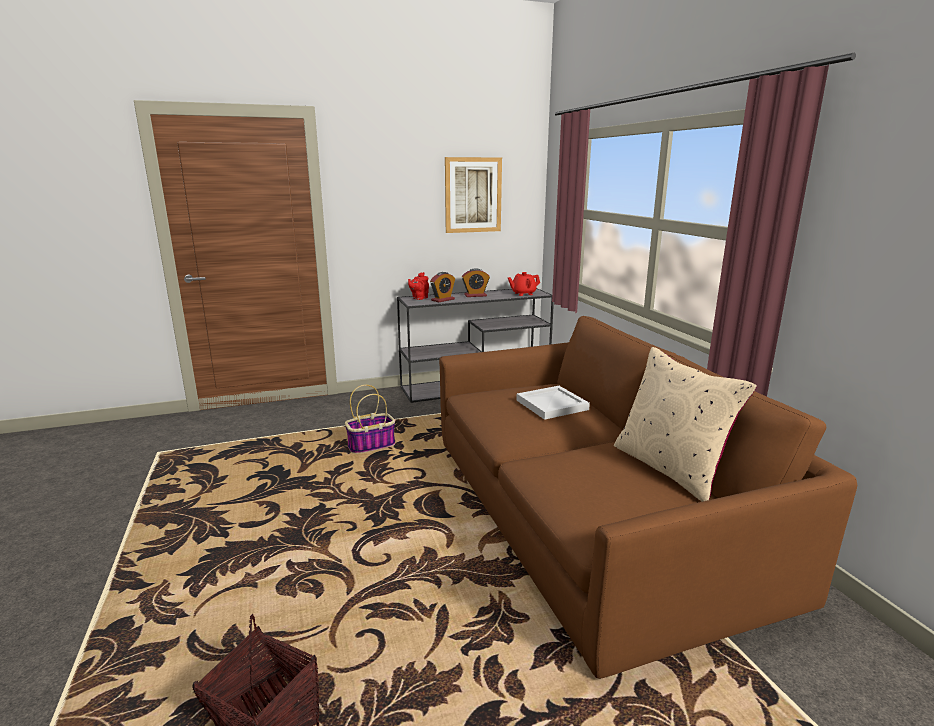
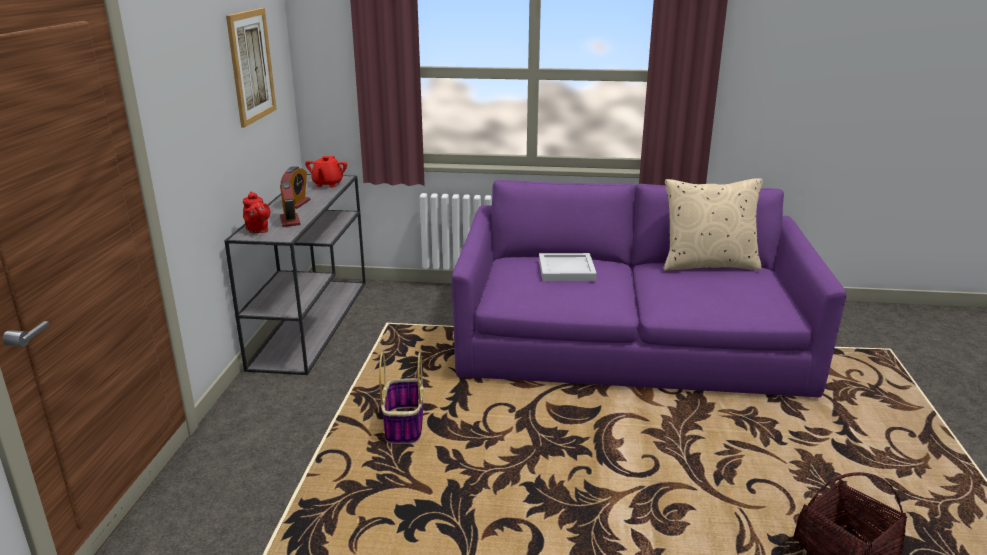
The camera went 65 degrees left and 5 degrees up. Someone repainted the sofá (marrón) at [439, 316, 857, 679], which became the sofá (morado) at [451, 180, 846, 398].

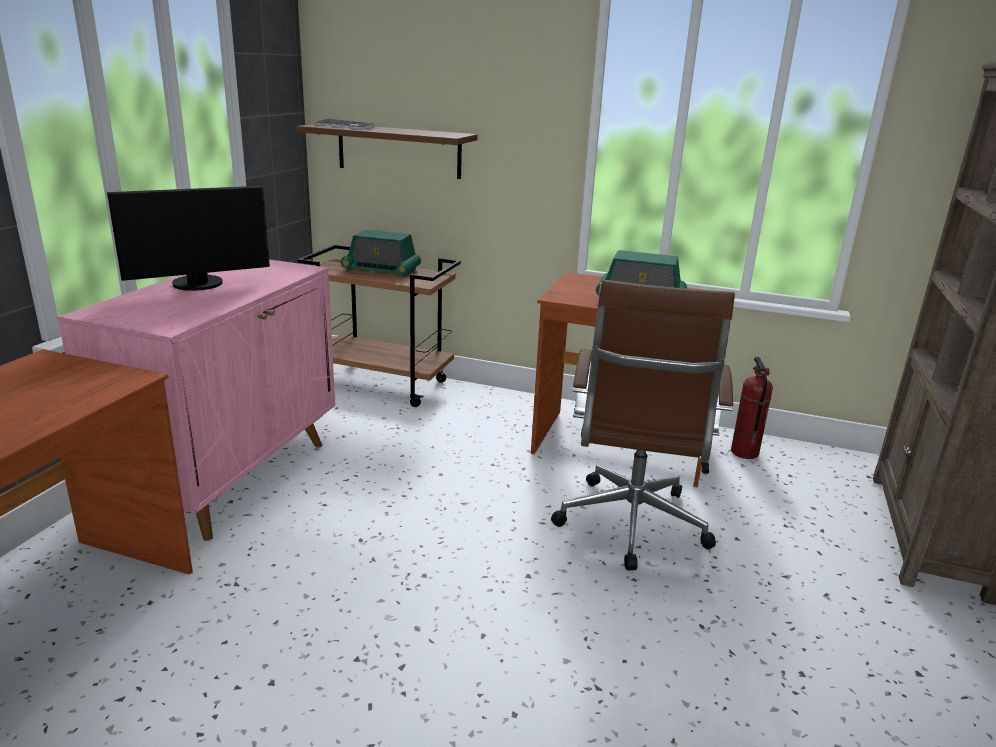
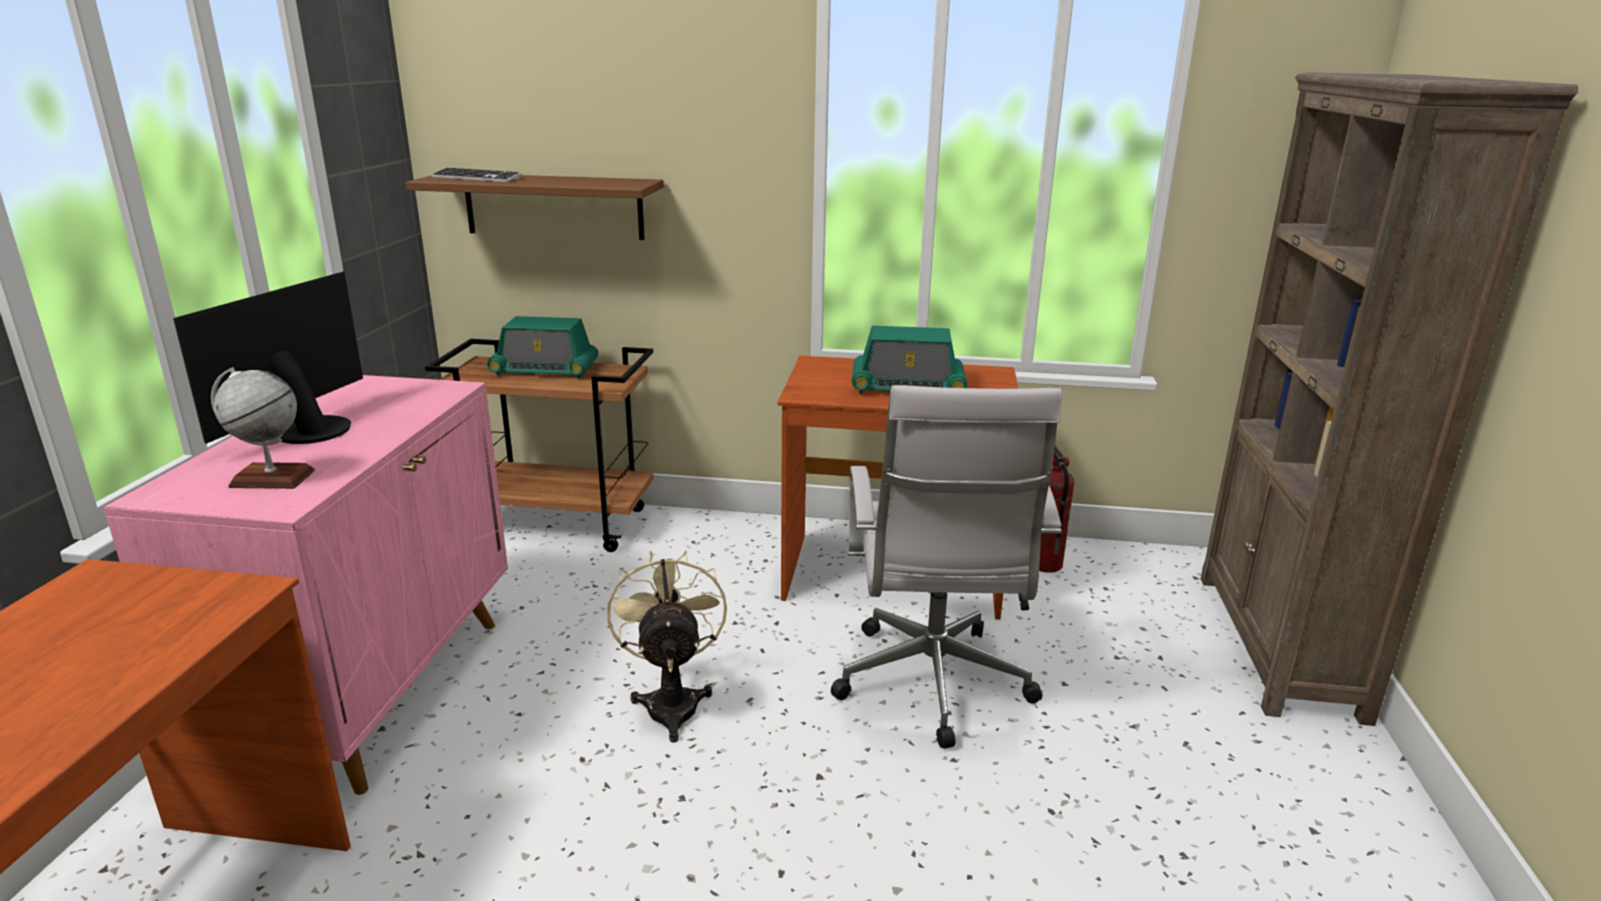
The camera went 10 degrees left and 0 degrees up. Someone rotated the monitor at [107, 186, 270, 291] by 150 degrees clockwise. Someone put down the globo terráqueo at [211, 367, 315, 489]. Someone put down the ventilador (beis) at [607, 551, 727, 743]. Someone repainted the silla de oficina (marrón) at [551, 280, 735, 570], which became the silla de oficina (blanco) at [831, 385, 1062, 749].

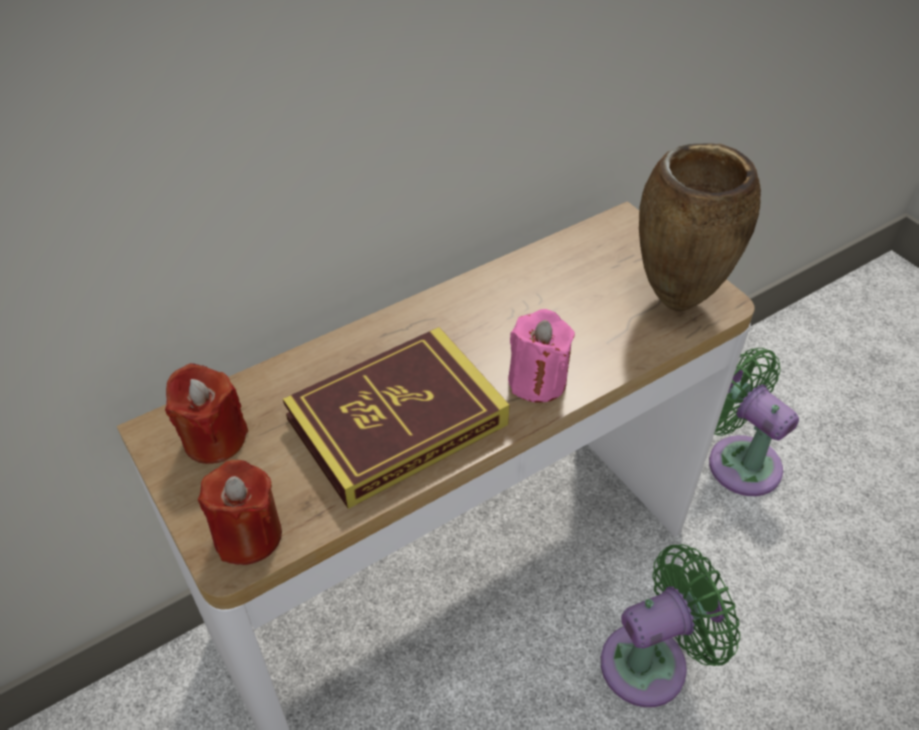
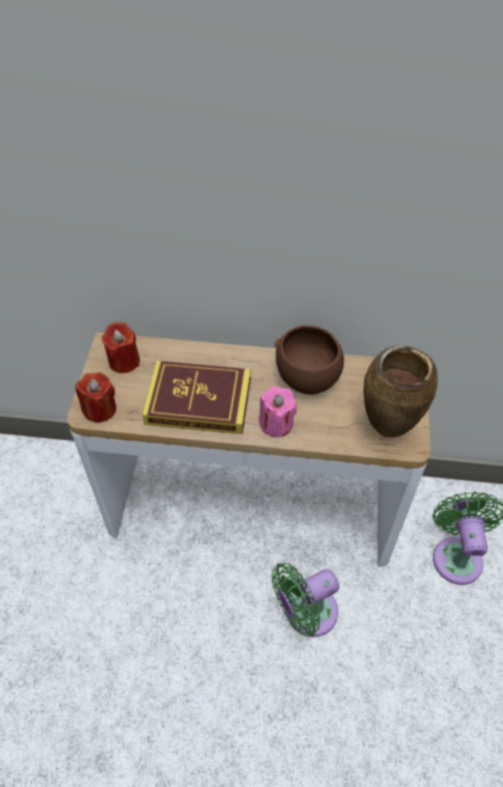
The camera went 40 degrees right and 5 degrees up. Someone rotated the ventilador (verde) at [601, 544, 740, 707] by 135 degrees clockwise. Someone put down the cuenco (marrón) at [275, 325, 344, 394].

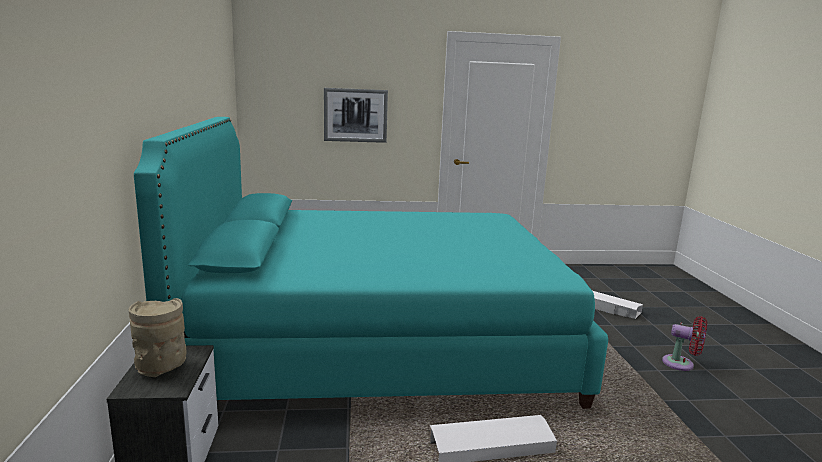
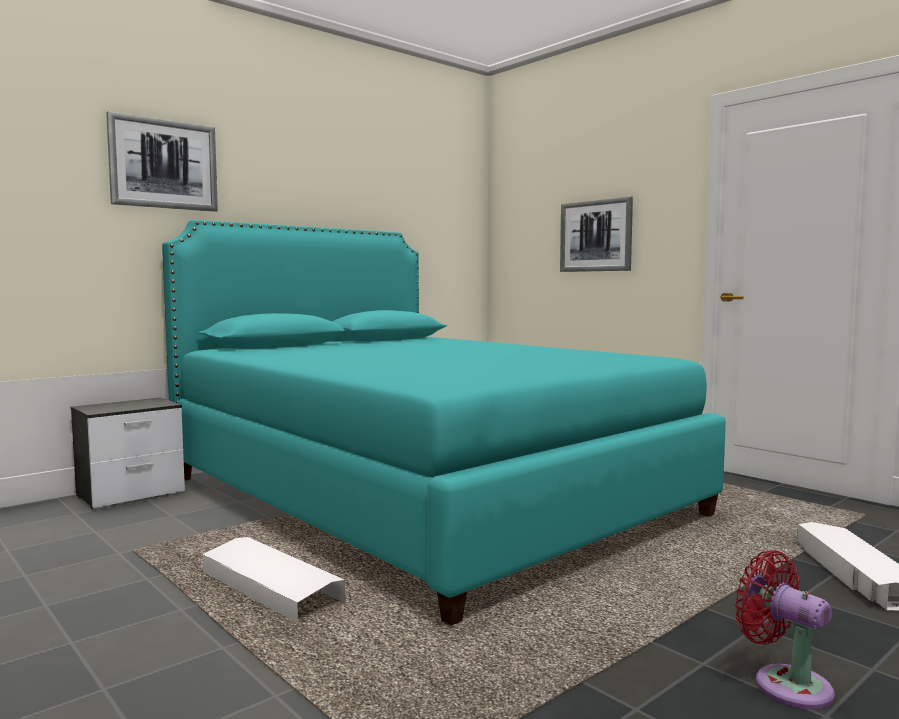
The camera went 55 degrees right and 10 degrees down. Someone put up the cuadro at [106, 111, 218, 212]. Someone rotated the ventilador (rojo) at [662, 316, 707, 371] by 150 degrees clockwise. Someone took away the florero (beis) at [129, 298, 187, 377].

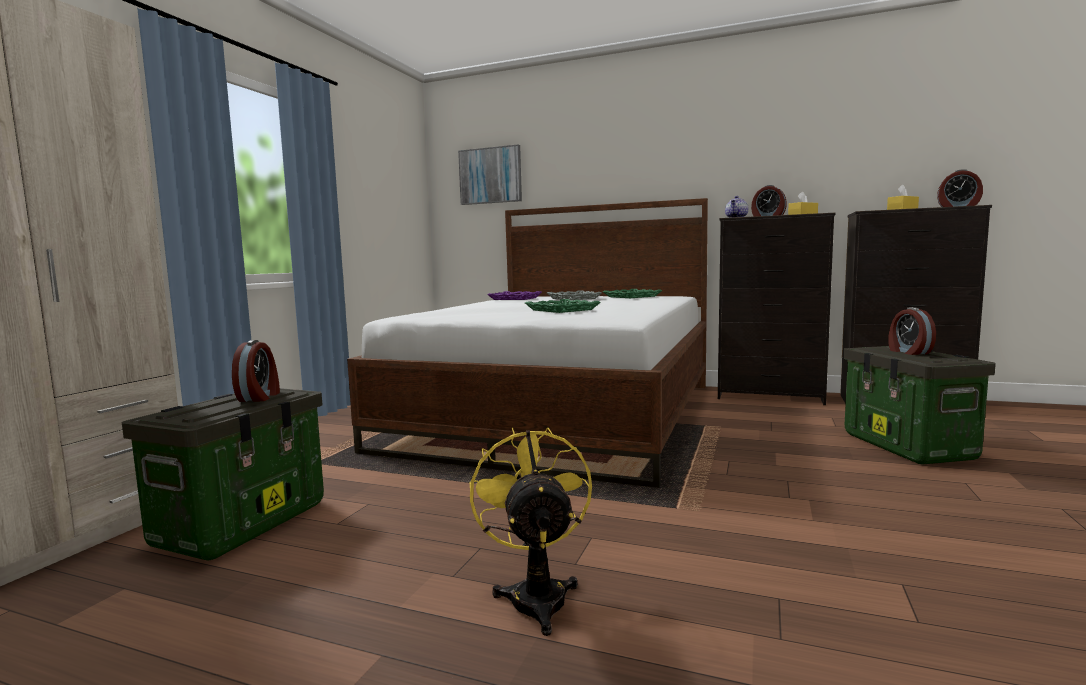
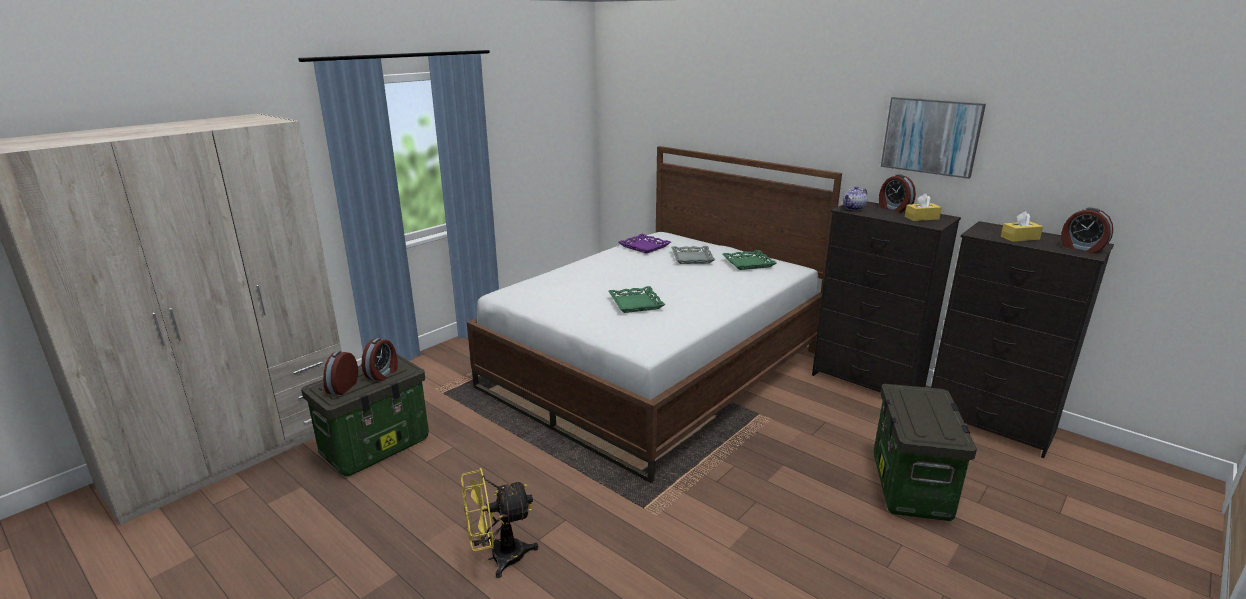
The camera went 20 degrees right and 15 degrees up. Someone carried the despertador from [888, 307, 936, 355] to [323, 351, 358, 395]. Someone rotated the ventilador (amarillo) at [470, 427, 592, 636] by 120 degrees counterclockwise. Someone carried the cuadro from [458, 144, 522, 205] to [881, 97, 986, 179].

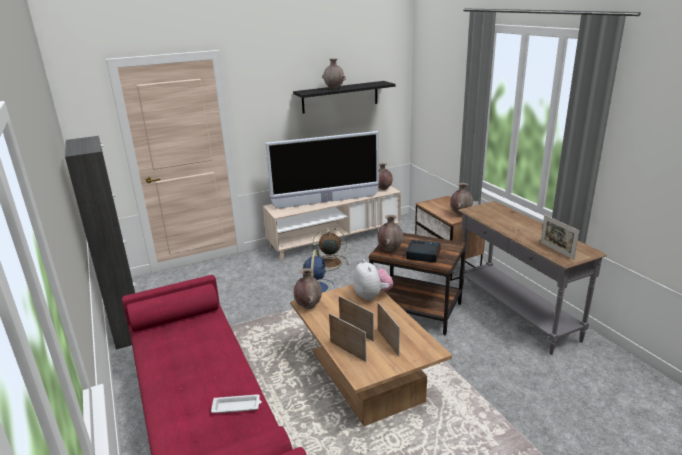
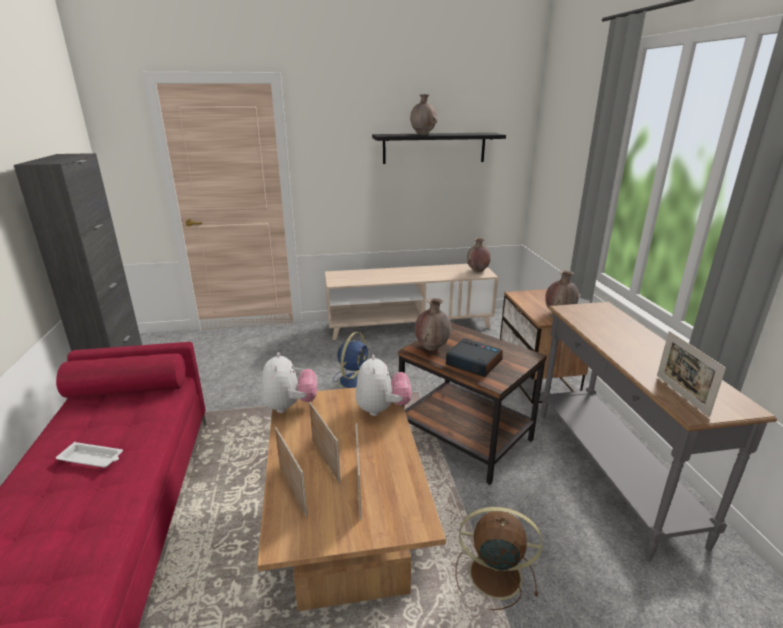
The camera went 15 degrees right and 0 degrees up. Someone carried the bandeja (blanco) from [211, 394, 262, 413] to [56, 442, 123, 468]. Someone swapped the florero (marrón) at [294, 268, 322, 309] for the peluche at [261, 352, 317, 413]. Someone carried the ventilador (marrón) from [313, 228, 349, 271] to [455, 507, 542, 610]. Someone took away the televisor at [265, 131, 379, 209].

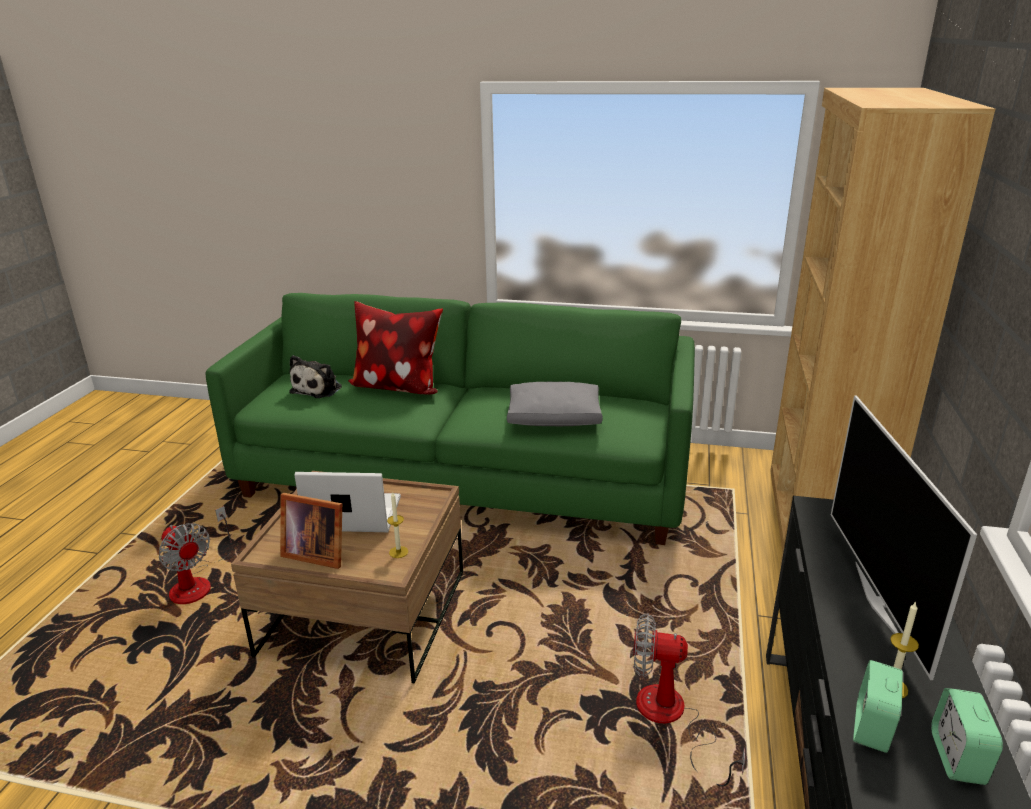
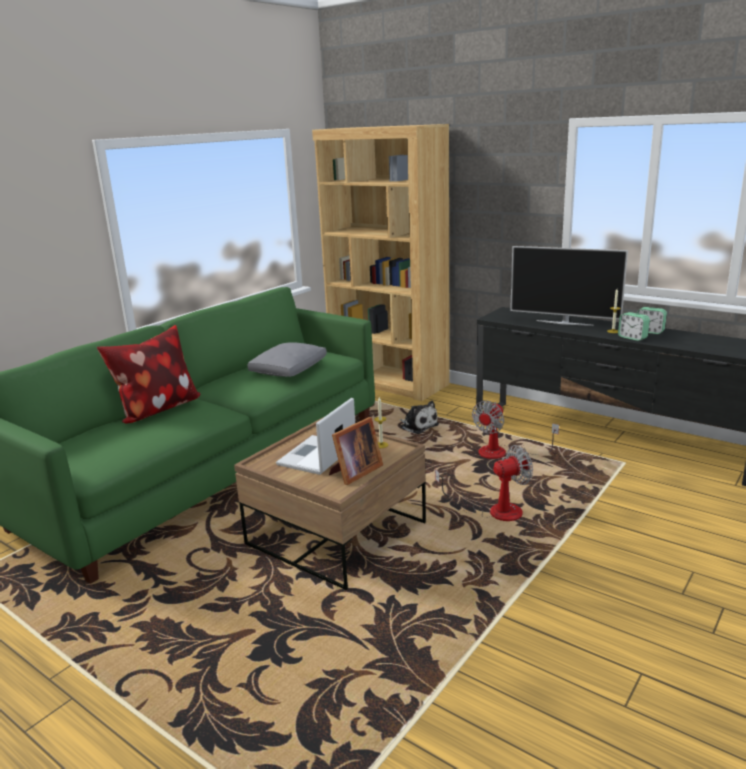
The camera went 65 degrees left and 5 degrees down. Someone carried the peluche from [289, 355, 342, 398] to [399, 401, 439, 434]. Someone carried the ventilador from [159, 506, 232, 604] to [435, 445, 533, 521].

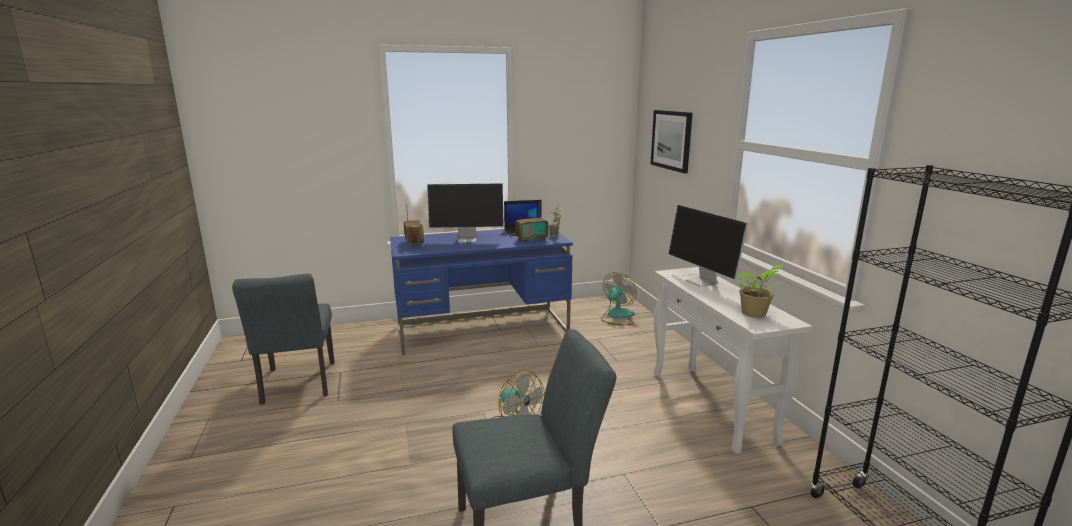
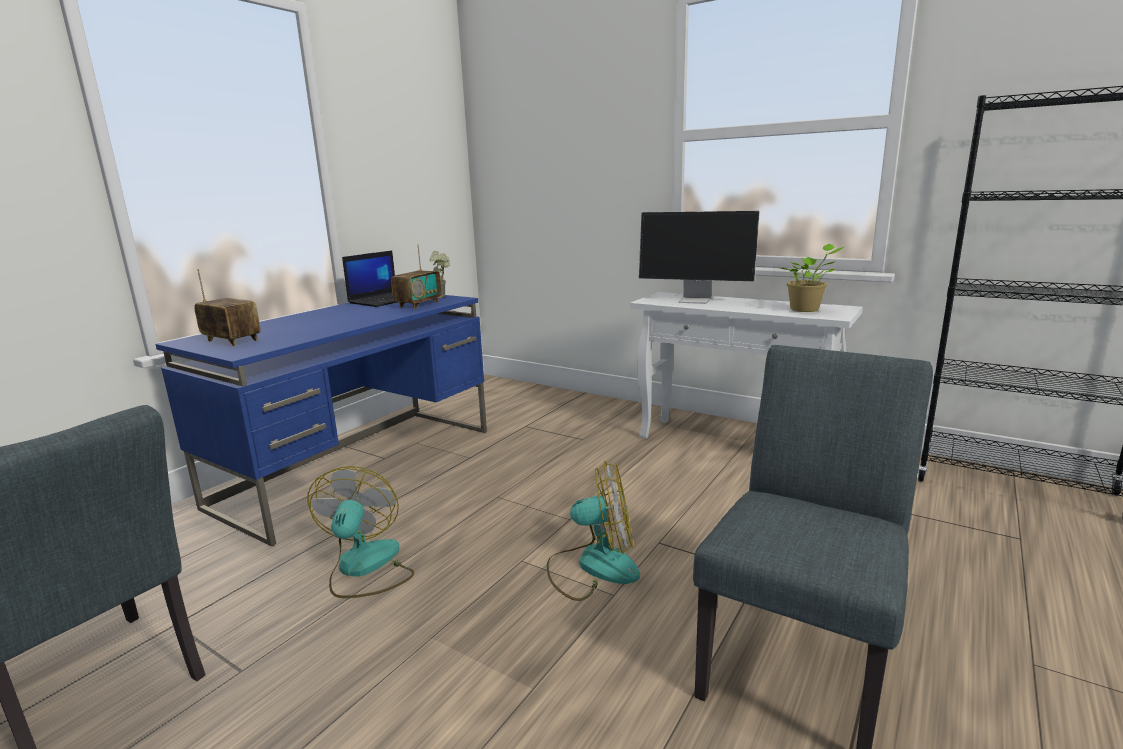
The camera went 40 degrees left and 0 degrees up. Someone carried the ventilador from [601, 272, 637, 325] to [308, 466, 414, 598]. Someone took away the monitor at [427, 183, 504, 242]. Someone took away the cuadro at [650, 110, 692, 173].

